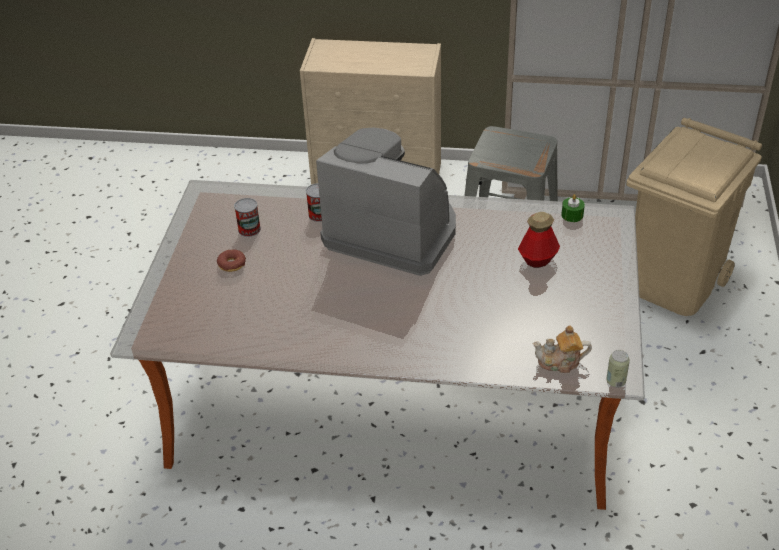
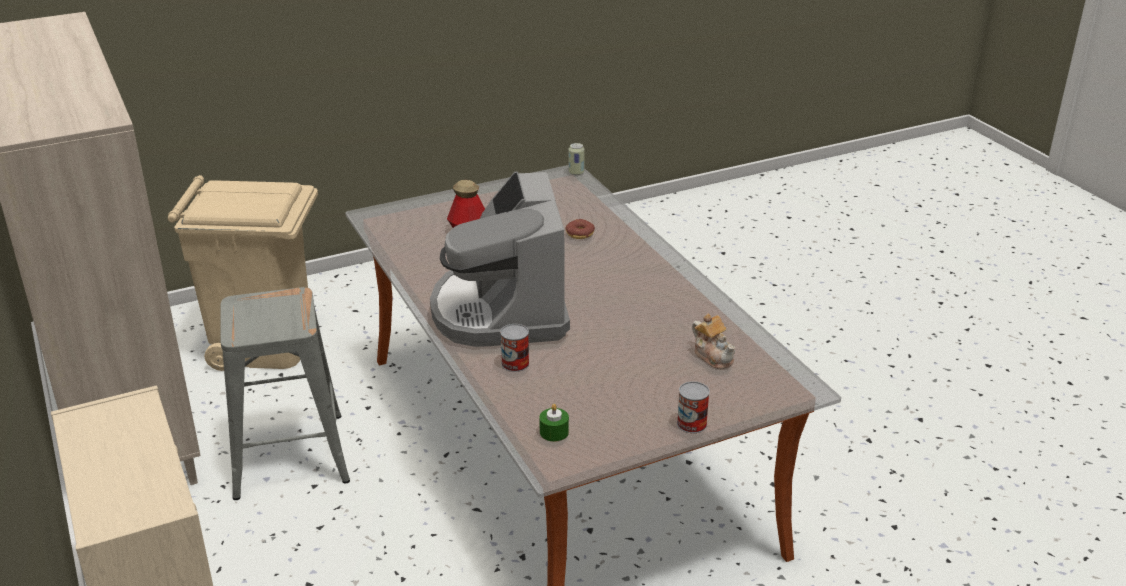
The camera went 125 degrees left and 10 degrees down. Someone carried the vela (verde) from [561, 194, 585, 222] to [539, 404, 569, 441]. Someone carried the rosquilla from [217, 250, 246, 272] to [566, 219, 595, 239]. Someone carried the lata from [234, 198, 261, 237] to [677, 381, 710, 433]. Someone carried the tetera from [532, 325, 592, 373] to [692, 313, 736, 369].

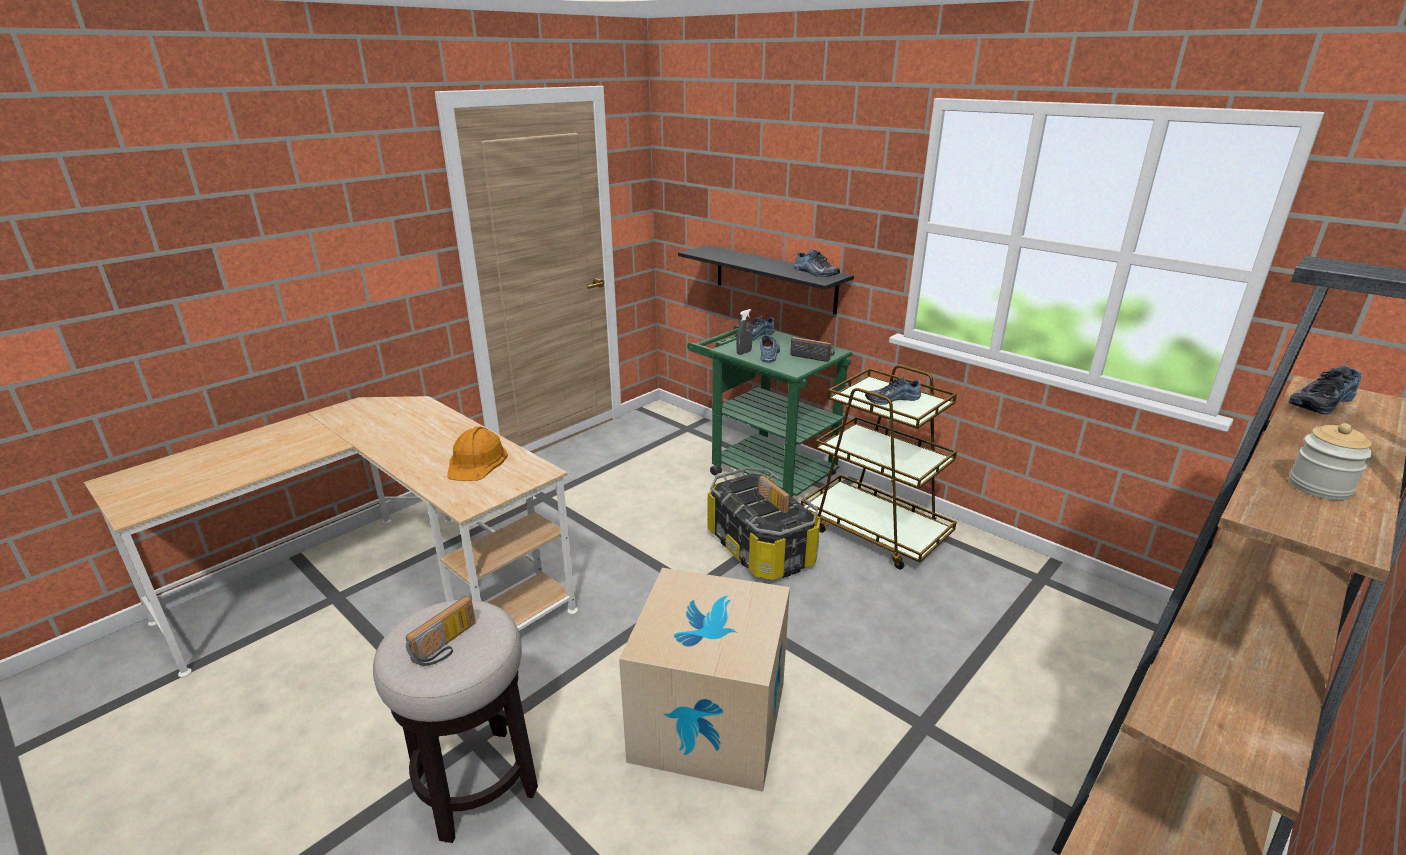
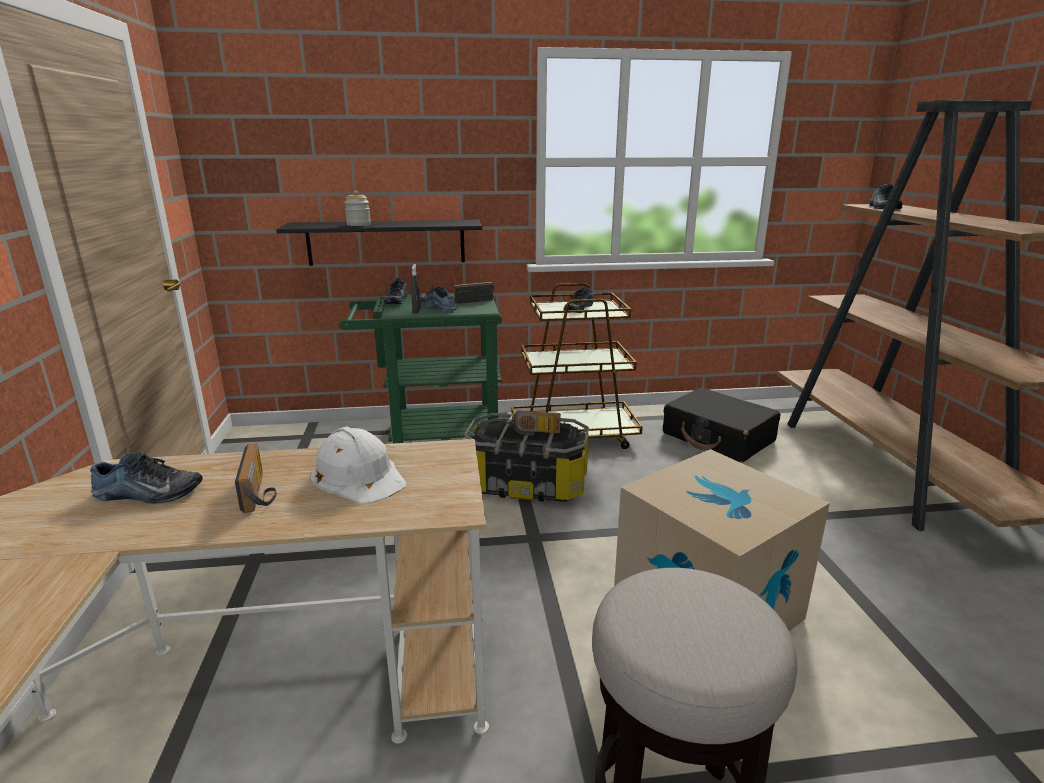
The camera went 50 degrees left and 5 degrees down. Someone carried the zapato from [794, 249, 840, 277] to [90, 452, 203, 504]. Someone carried the radio from [406, 596, 476, 666] to [235, 443, 277, 513]. Someone repainted the casco (naranja) at [447, 427, 508, 481], which became the casco (blanco) at [311, 426, 407, 504]. Someone carried the tarro from [1289, 423, 1372, 500] to [344, 191, 371, 226]. Someone put down the maleta (negro) at [663, 387, 780, 463].

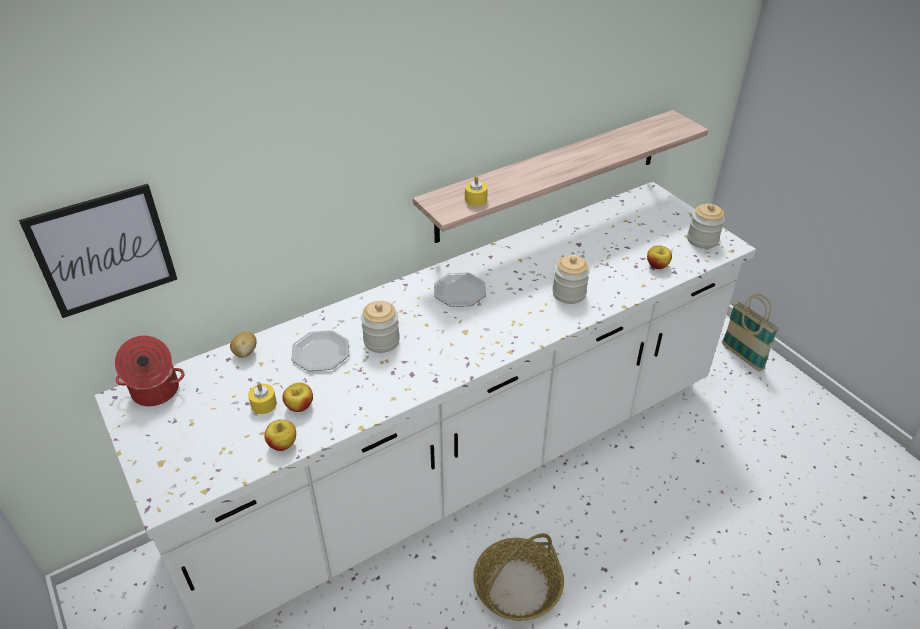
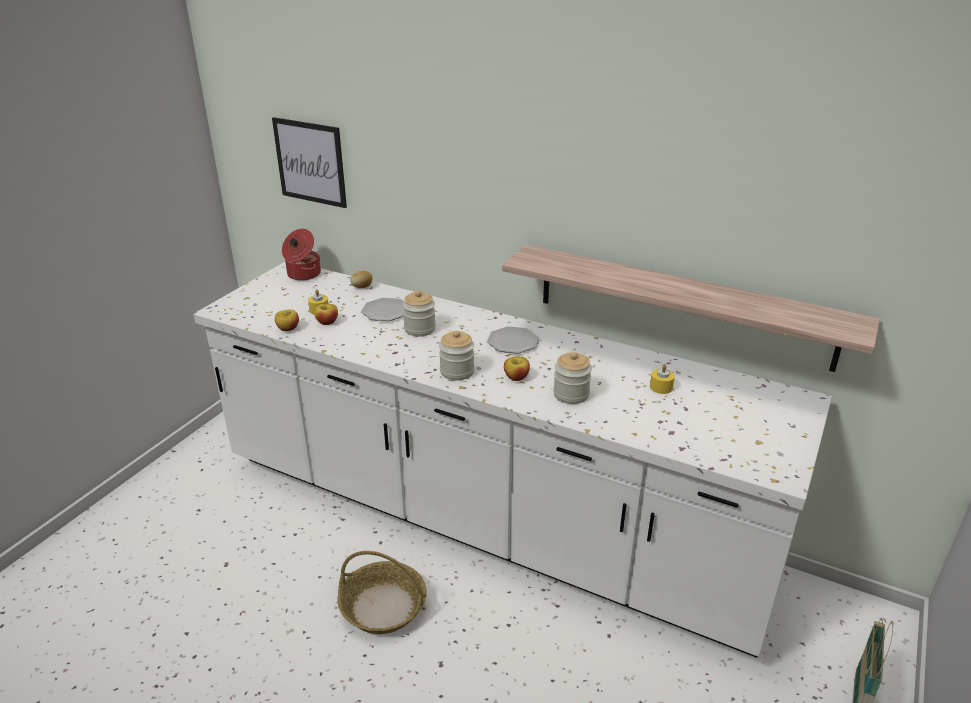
The camera went 60 degrees right and 10 degrees down. Someone carried the tarro from [687, 204, 725, 249] to [439, 331, 474, 381]. Someone carried the manzana from [647, 246, 672, 269] to [504, 356, 530, 381]. Someone carried the vela (amarillo) from [465, 176, 488, 206] to [650, 364, 675, 394].

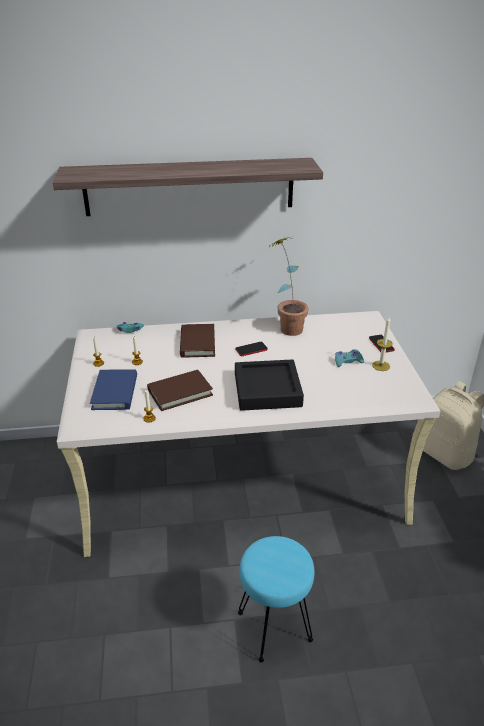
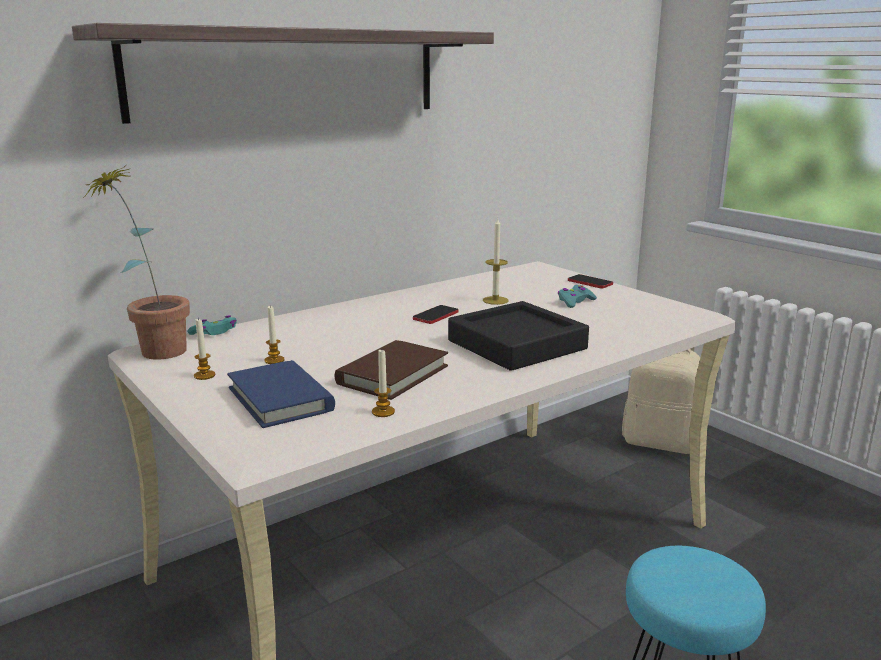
The camera went 30 degrees left and 15 degrees down. Someone carried the planta en maceta from [269, 237, 308, 336] to [84, 165, 190, 360]. Someone carried the vela from [372, 317, 393, 371] to [483, 218, 509, 305]. Someone took away the libro (marrón) at [180, 324, 215, 358].

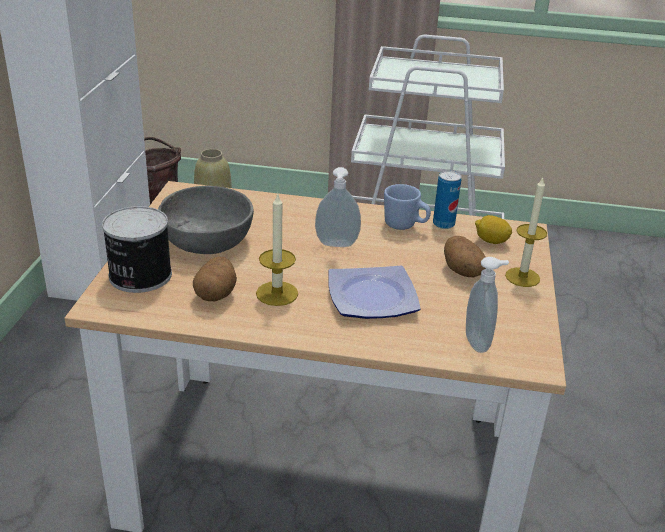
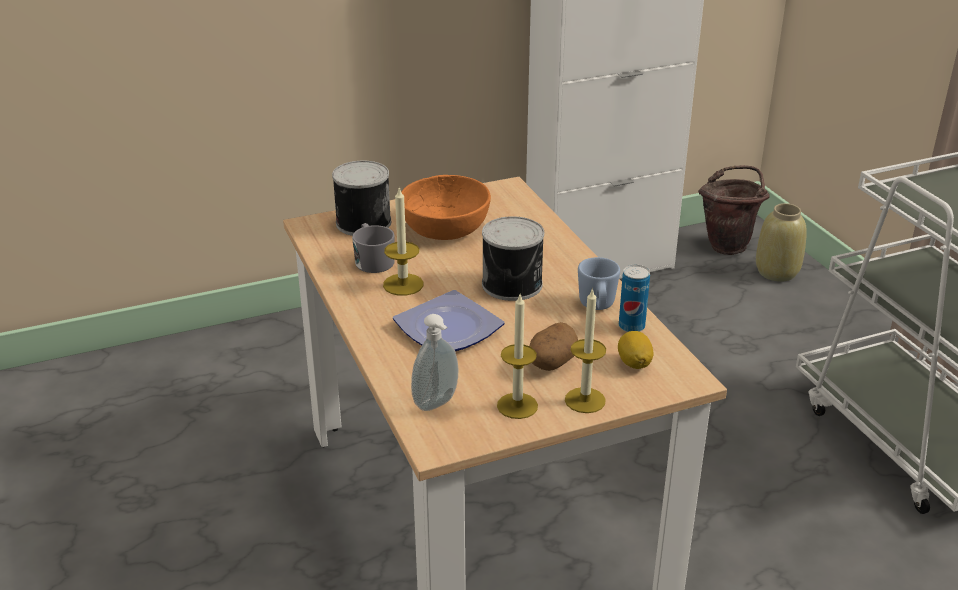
The camera went 60 degrees right and 0 degrees up. Someone swapped the patata at [193, 257, 237, 301] for the taza grande (gris) at [352, 223, 395, 273]. Someone repainted the cuenco (gris) at [158, 186, 254, 254], which became the cuenco (naranja) at [401, 175, 491, 240]. Someone swapped the dispensador de jabón at [315, 167, 361, 247] for the lata at [482, 216, 544, 301]. Someone put down the vela at [497, 295, 538, 419].

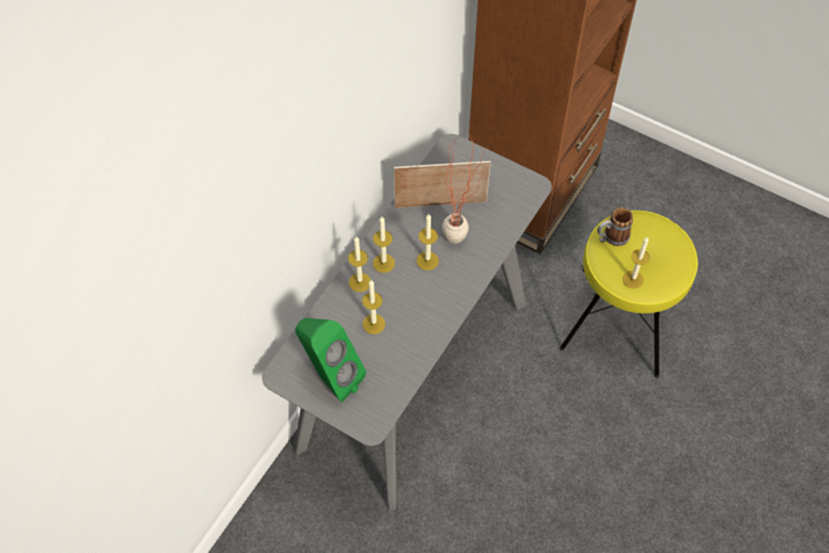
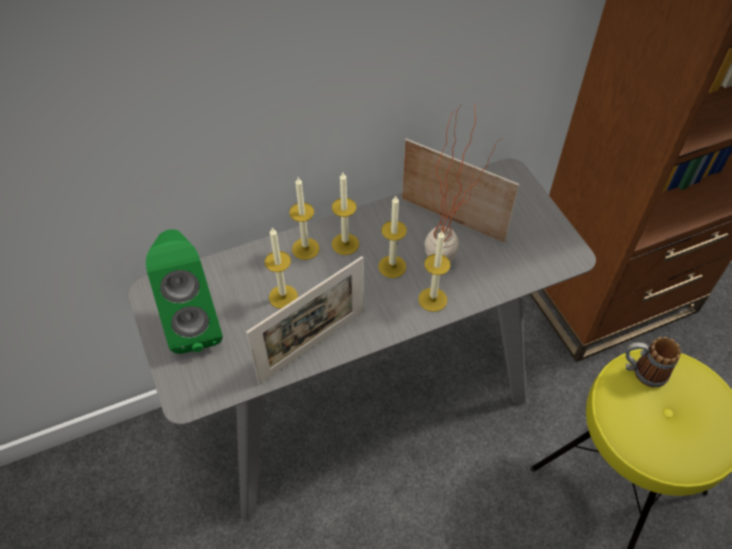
The camera went 35 degrees right and 5 degrees down. Someone put down the portarretratos at [246, 256, 364, 384]. Someone carried the vela from [623, 237, 650, 289] to [418, 231, 451, 312].

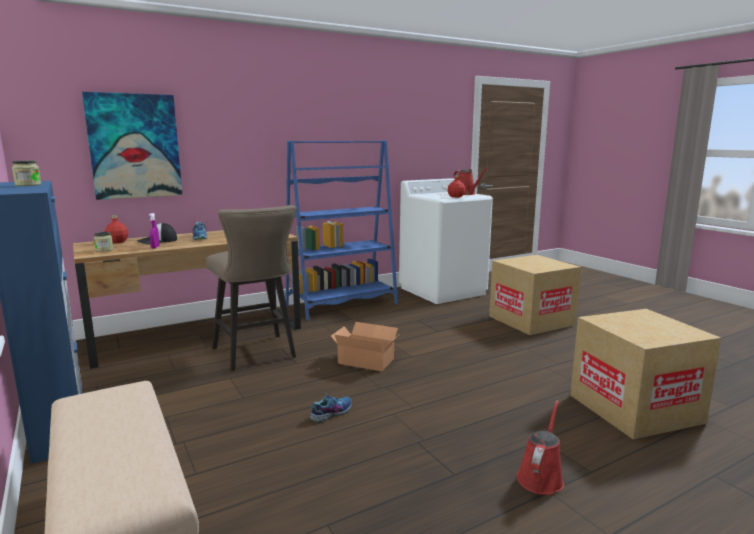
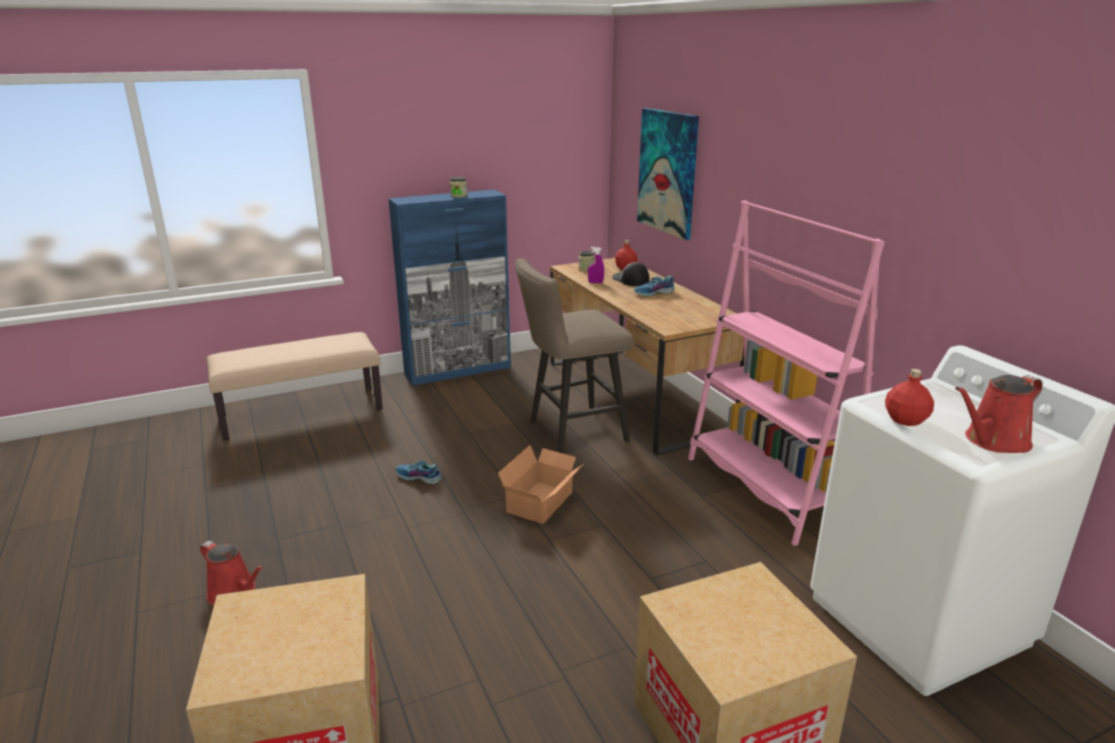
The camera went 95 degrees right and 10 degrees up. Someone rotated the zapato at [310, 391, 352, 423] by 150 degrees clockwise. Someone repainted the estantería (azul) at [285, 140, 398, 321], which became the estantería (rosa) at [688, 200, 885, 546].

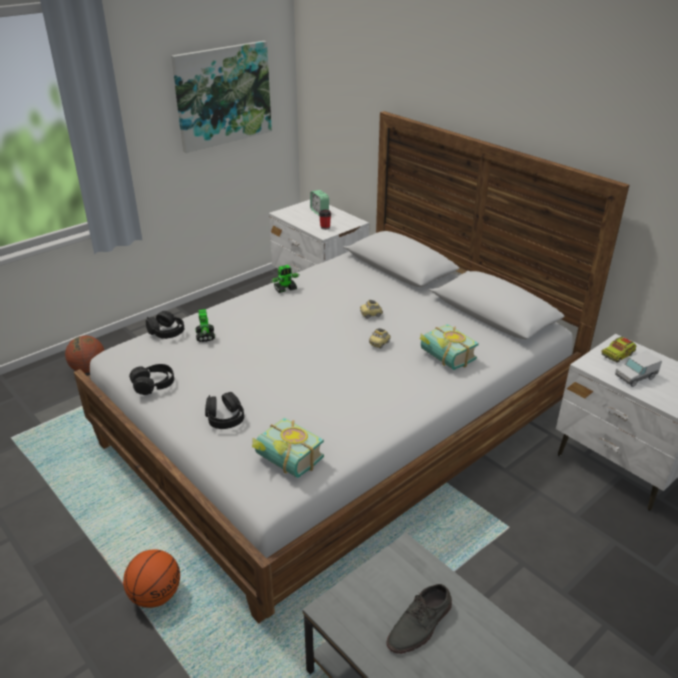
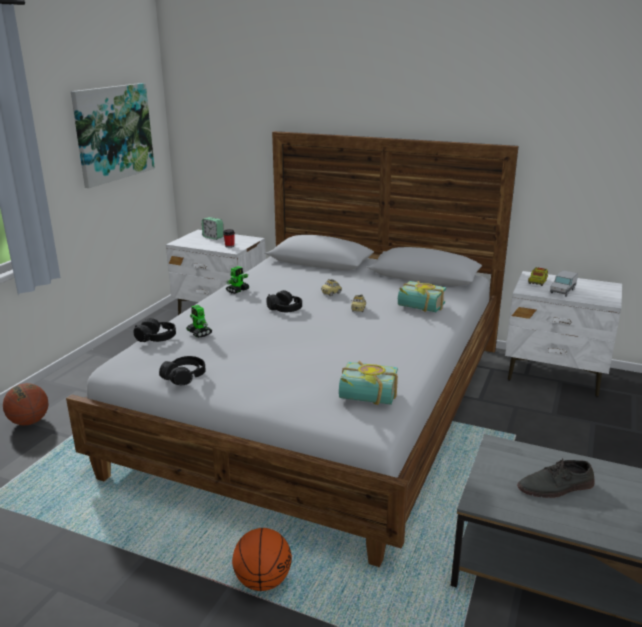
The camera went 25 degrees left and 10 degrees down. Someone carried the auriculares (negro) from [205, 392, 244, 429] to [266, 290, 302, 312]. Someone rotated the zapato (gris) at [386, 584, 452, 654] by 60 degrees clockwise.

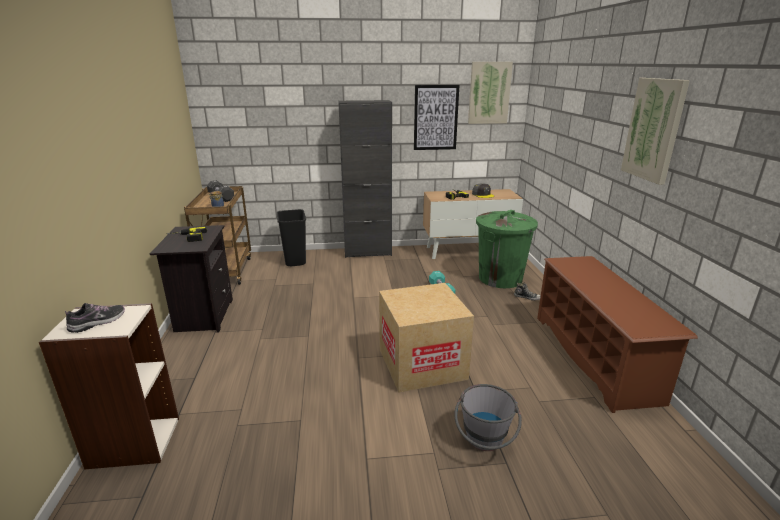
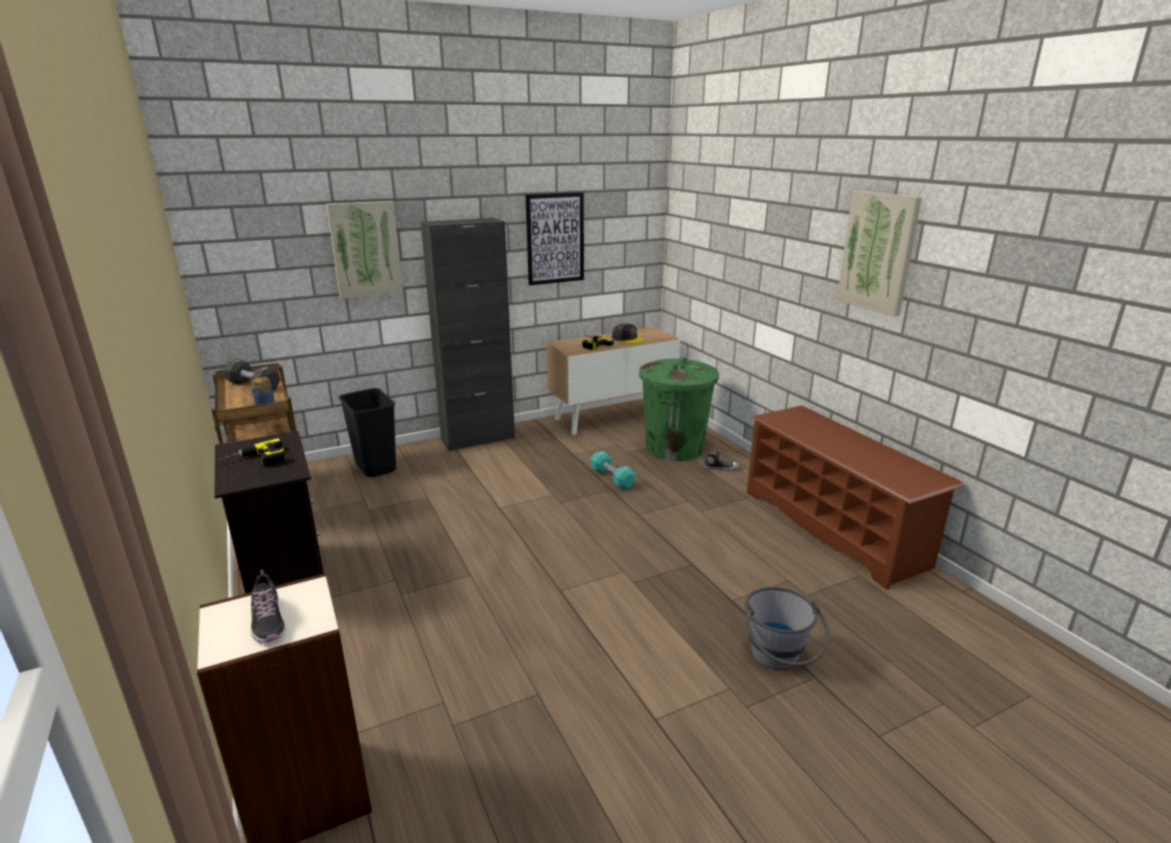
The camera went 20 degrees left and 0 degrees up. Someone rotated the zapato at [65, 303, 125, 333] by 135 degrees clockwise. Someone carried the cuadro from [468, 62, 513, 124] to [326, 201, 403, 299]. Someone took away the caja de cartón at [379, 283, 474, 393].

